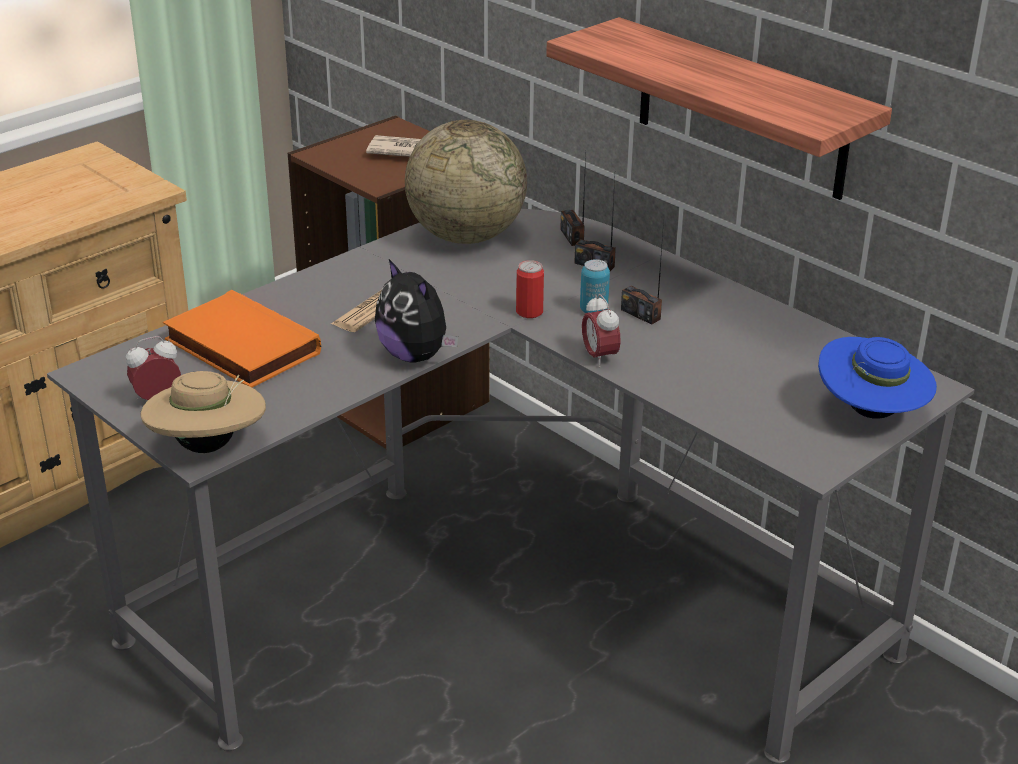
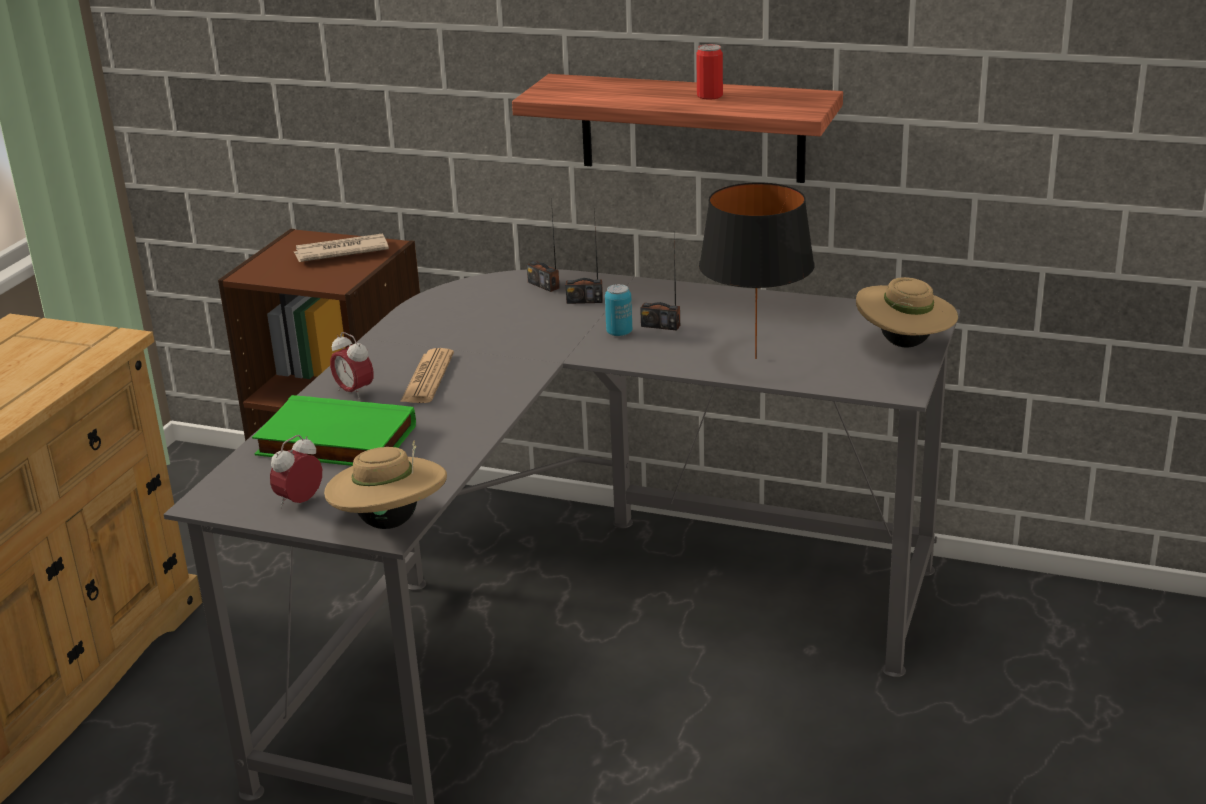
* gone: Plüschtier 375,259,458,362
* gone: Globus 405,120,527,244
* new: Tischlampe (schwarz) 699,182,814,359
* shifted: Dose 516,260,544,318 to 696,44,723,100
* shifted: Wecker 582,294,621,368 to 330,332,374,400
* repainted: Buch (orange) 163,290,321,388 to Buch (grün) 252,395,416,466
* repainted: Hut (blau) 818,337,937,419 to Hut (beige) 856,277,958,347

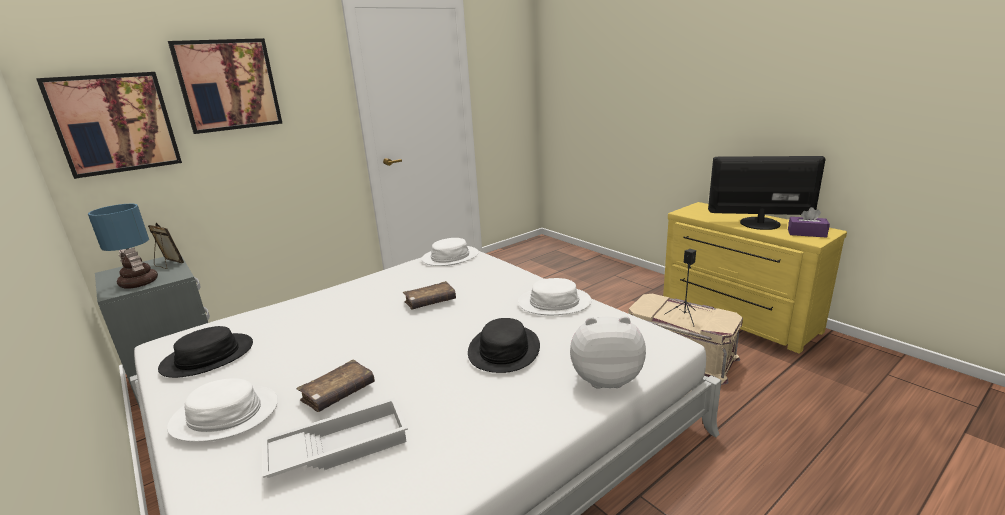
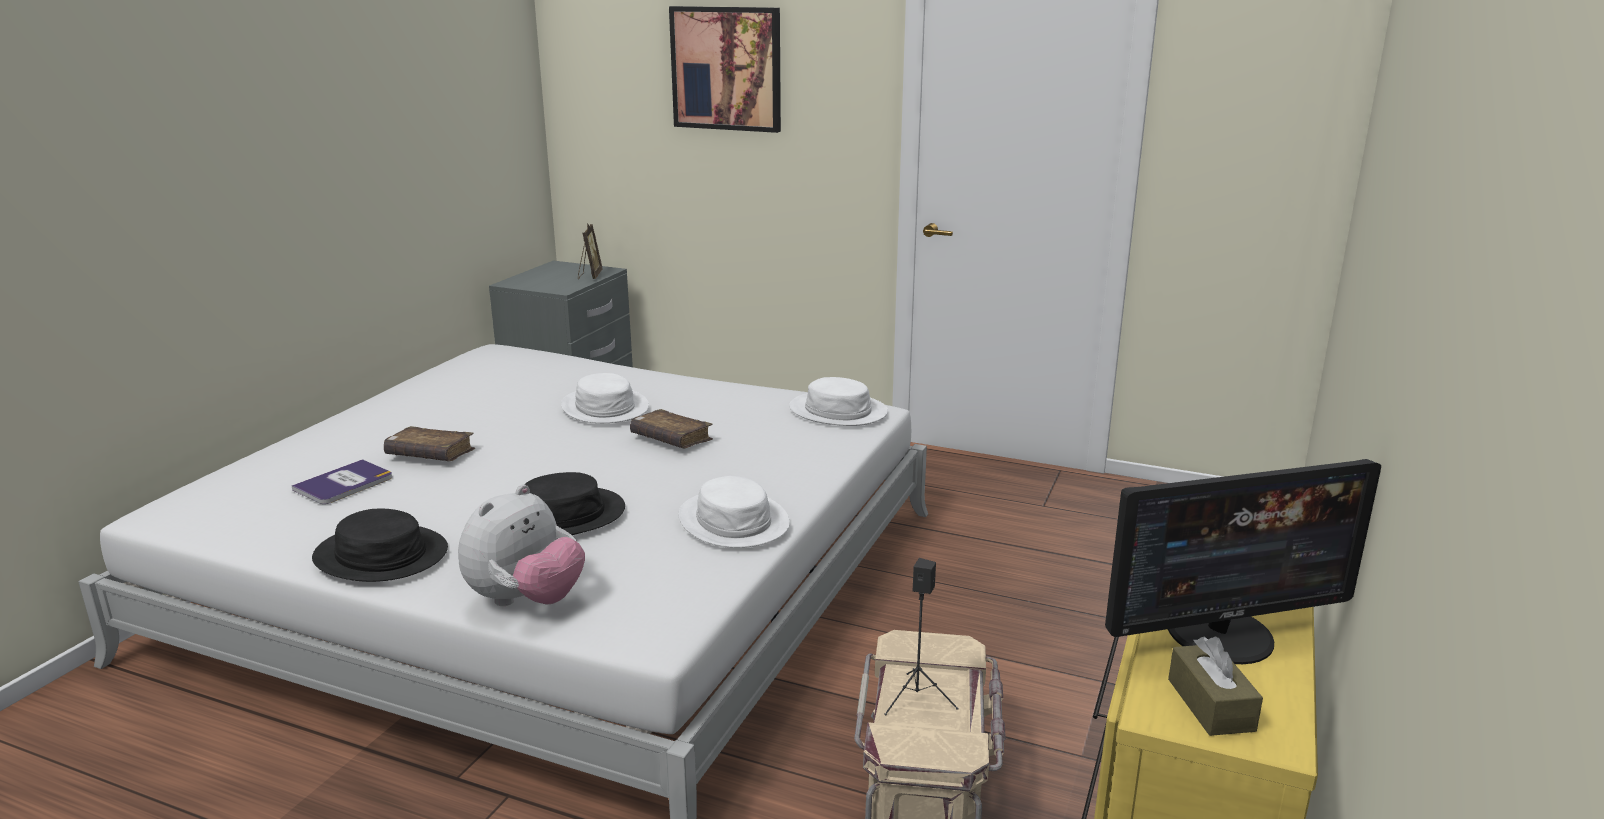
* gone: Bild 36,72,182,179
* gone: Tischlampe 88,204,158,288
* shifted: Hut (schwarz) 158,326,253,378 to 312,509,448,582
* shifted: Hut (weiß) 167,378,278,442 to 561,373,649,423
* swapped: Tablett (weiß) 262,398,408,478 to Buch 292,459,392,504
* repainted: Taschentuchbox (lila) 788,207,830,238 to Taschentuchbox (braun) 1168,636,1263,736
* rotated: Plüschtier 570,316,646,389 = 458,484,585,606 60 degrees clockwise
* rotated: Monitor 708,156,825,230 = 1105,459,1381,664 90 degrees clockwise

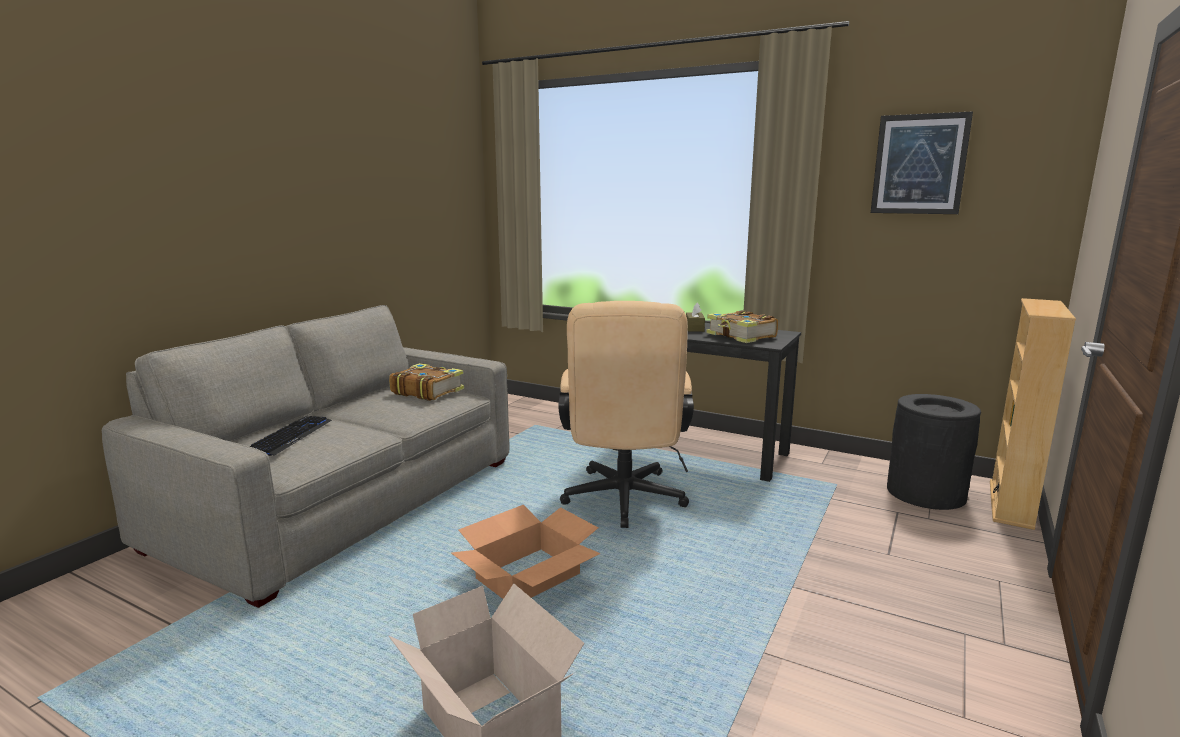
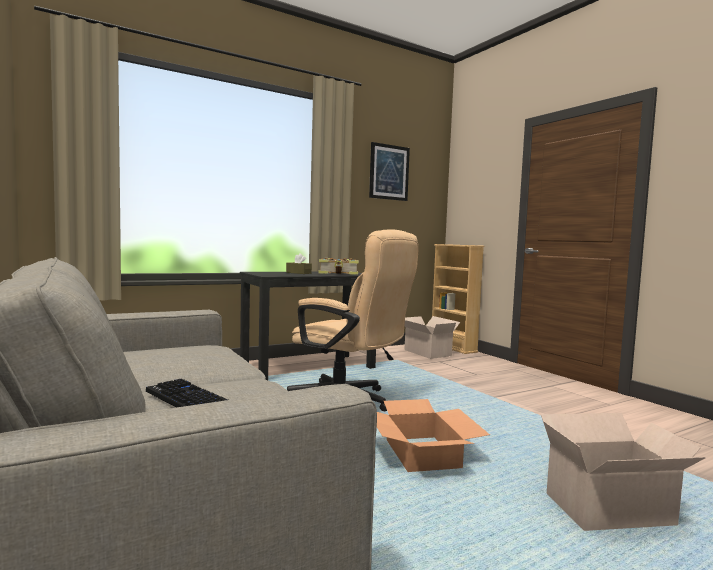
* gone: Buch 389,363,464,401
* swapped: Mülleimer (schwarz) 887,394,981,510 to Karton 405,316,460,359

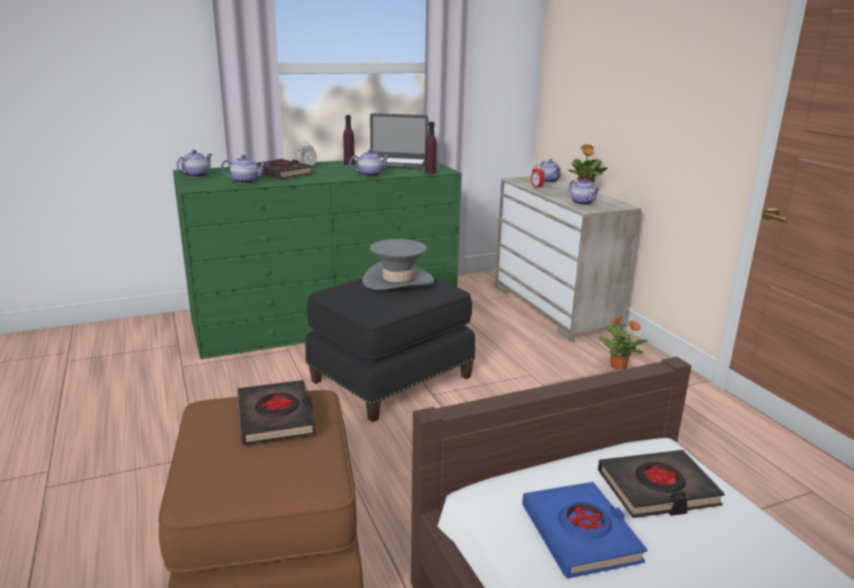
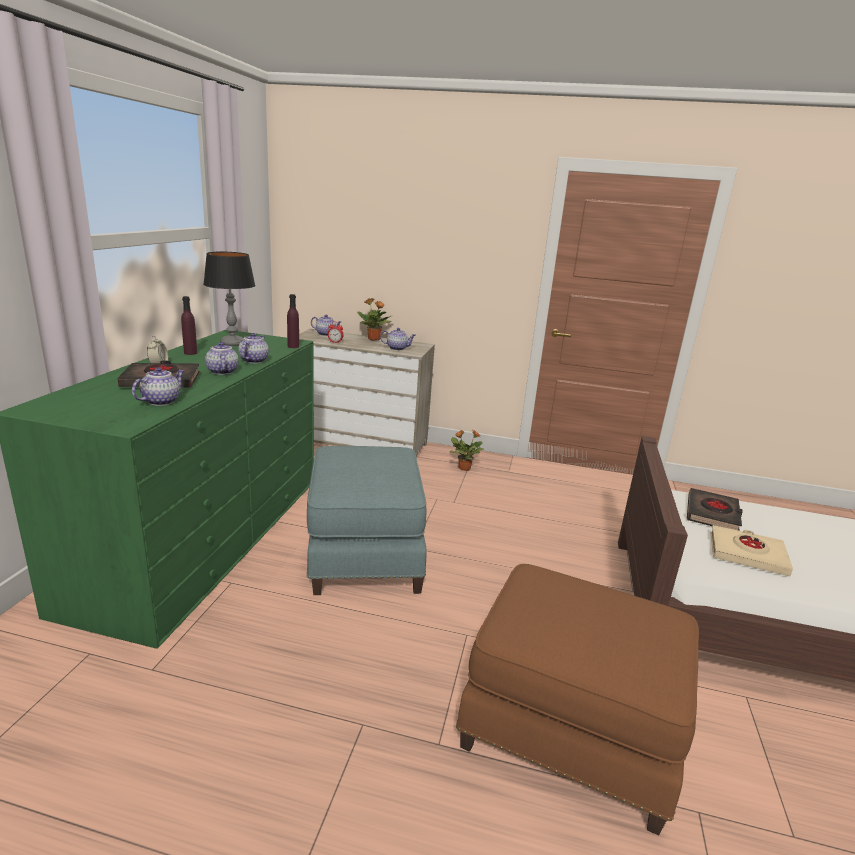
* gone: Buch (schwarz) 237,380,316,445
* gone: Hut (grau) 362,239,434,290
* shifted: Teekanne 176,150,212,178 to 205,342,239,375
* swapped: Laptop 370,113,429,169 to Tischlampe 203,252,255,346
* repainted: Polsterhocker (schwarz) 305,278,475,422 to Polsterhocker (blau) 307,446,427,595
* repainted: Buch (blau) 522,482,647,578 to Buch (beige) 710,525,793,576

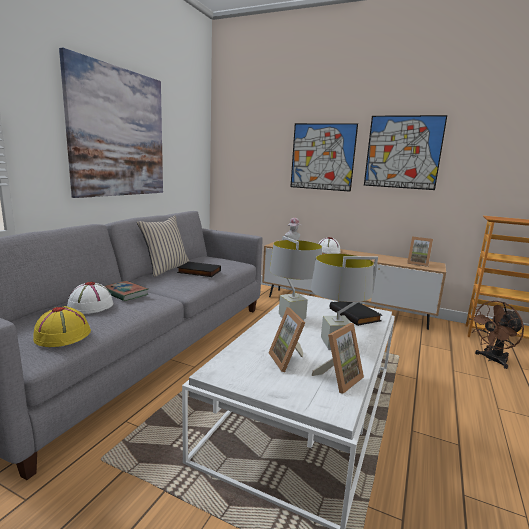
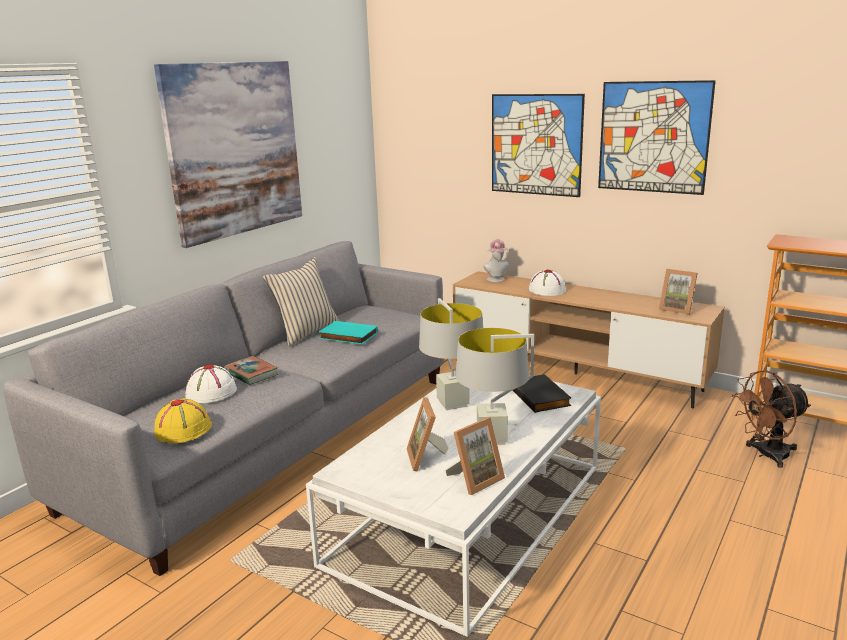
* repainted: Buch (schwarz) 177,262,221,277 to Buch (türkis) 319,321,378,345

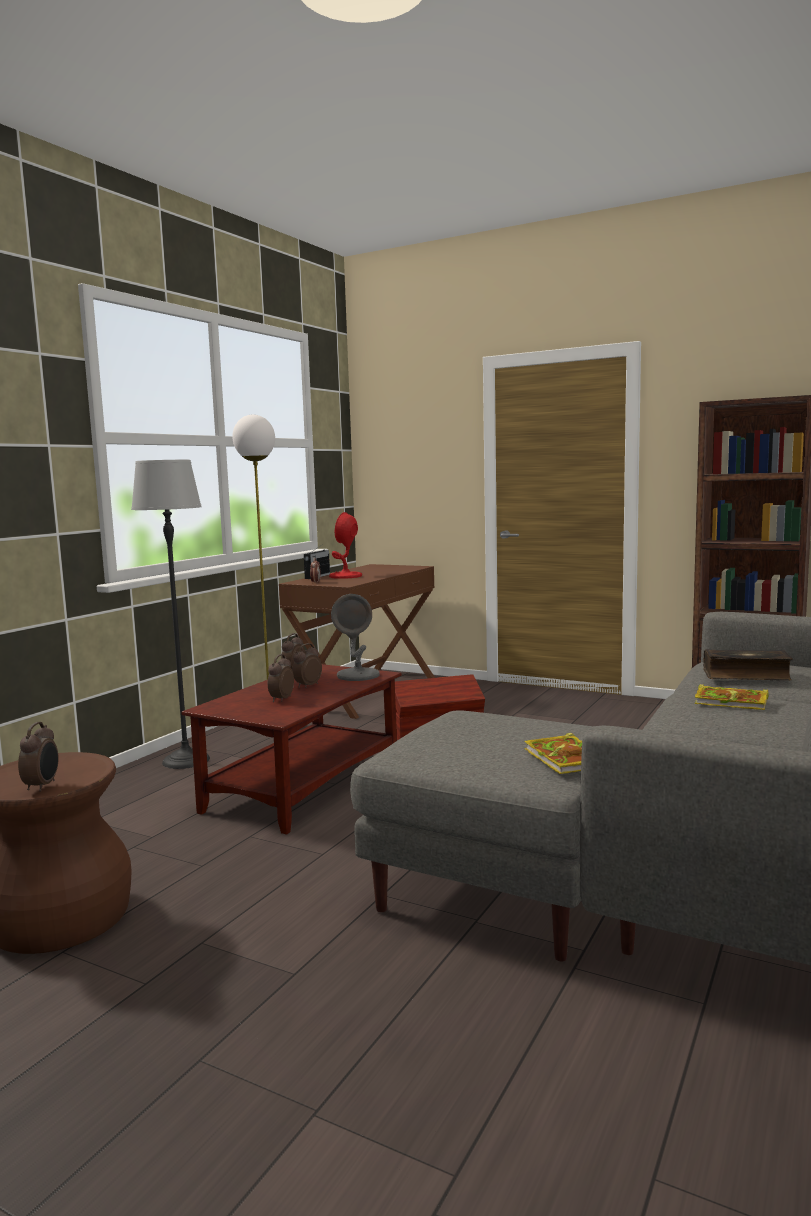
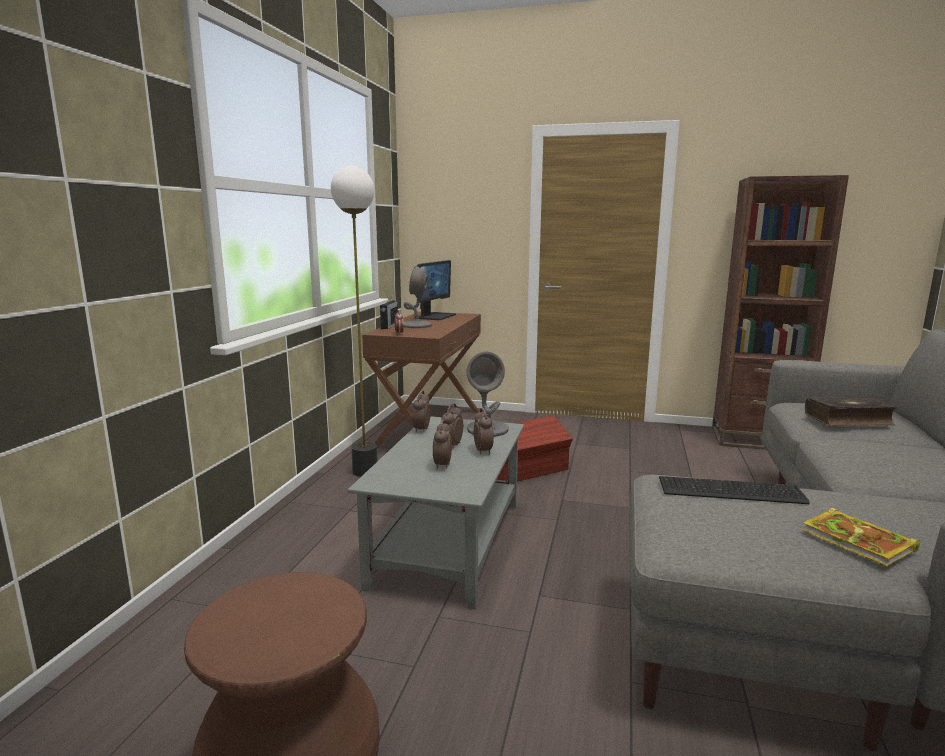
* gone: Stehlampe 131,460,210,769
* gone: Buch 694,684,769,710
* new: Monitor 417,260,456,320
* new: Tastatur 659,476,810,504
* shifted: Wecker 18,722,59,792 to 474,408,494,455
* repainted: Couchtisch (braun) 181,664,402,835 to Couchtisch (grau) 348,416,524,609
* repainted: Tischlampe (rot) 329,512,362,579 to Tischlampe (grau) 403,266,432,328

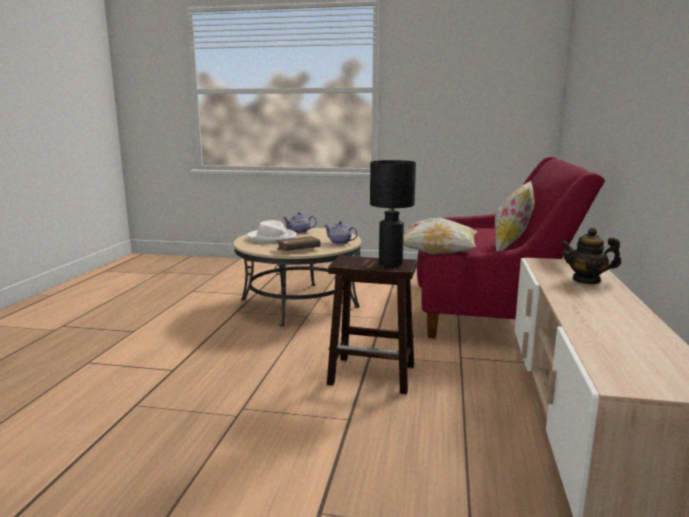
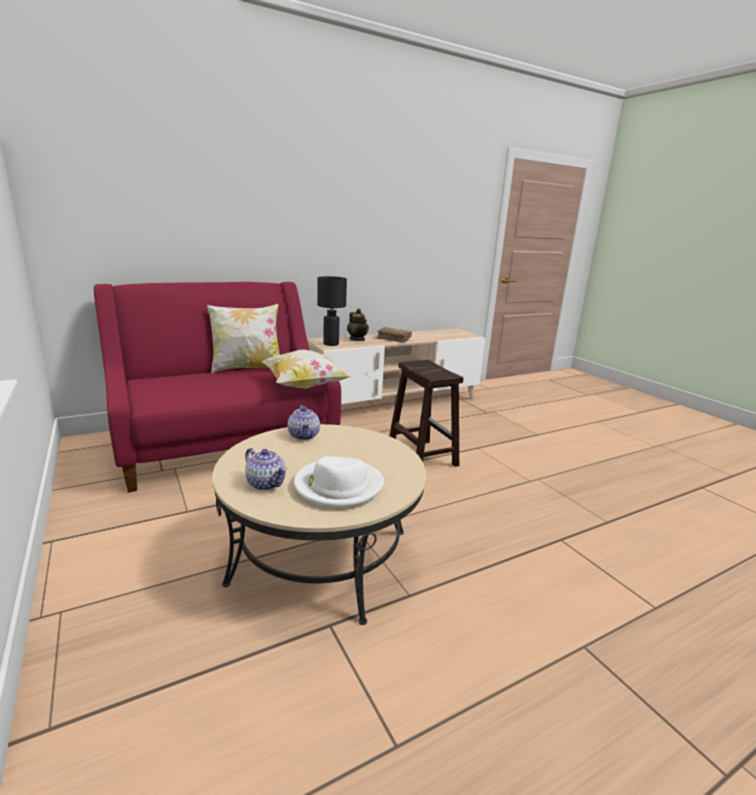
* shifted: Buch (braun) 276,236,321,251 to 377,327,412,343
* shifted: Tischlampe (schwarz) 370,160,416,267 to 317,276,347,346

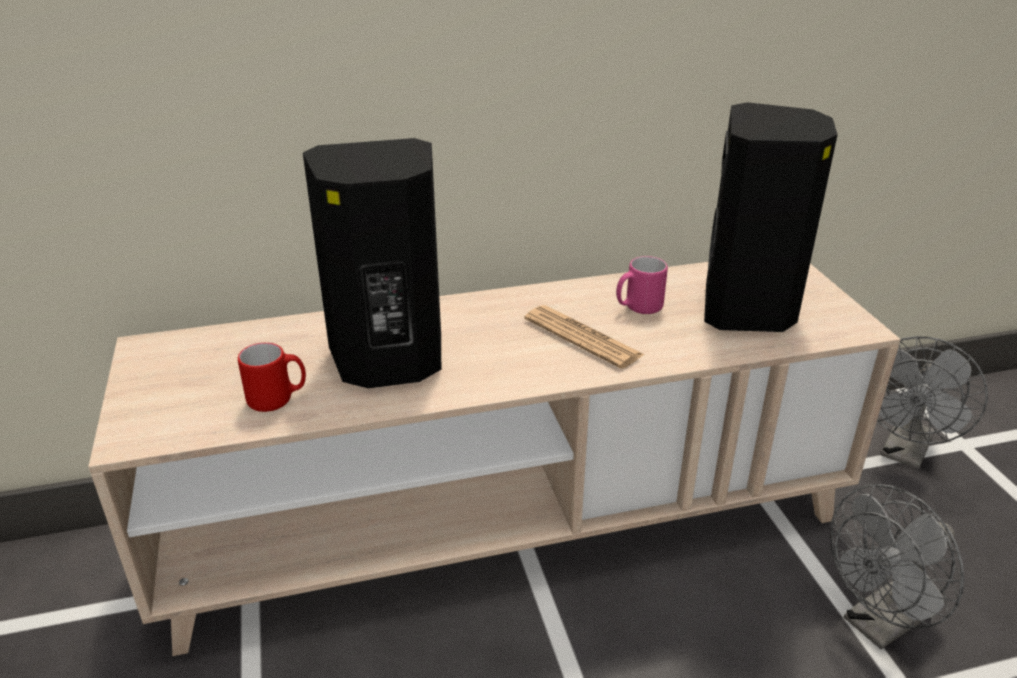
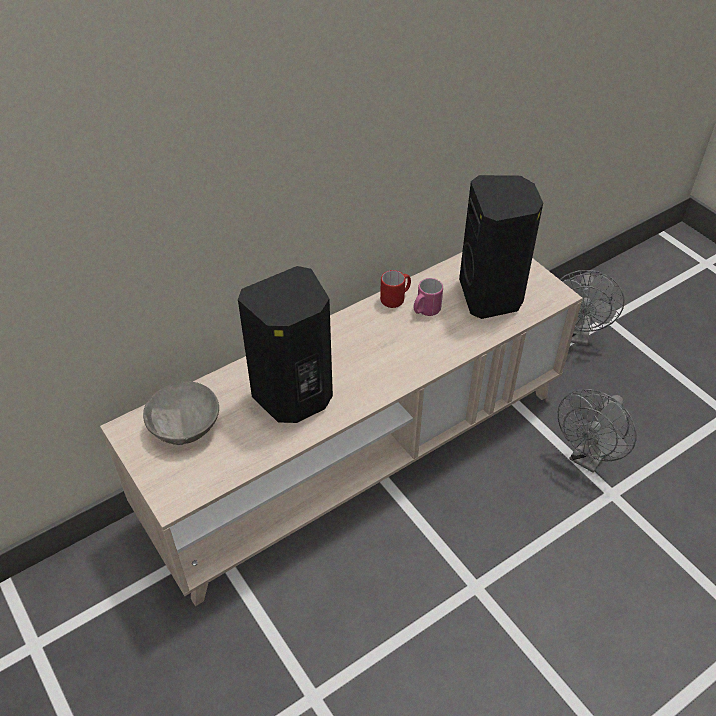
* gone: Zeitung 524,305,644,369
* new: Schüssel (grau) 143,381,219,445
* shifted: Henkelbecher (rot) 238,343,306,412 to 380,270,411,308

